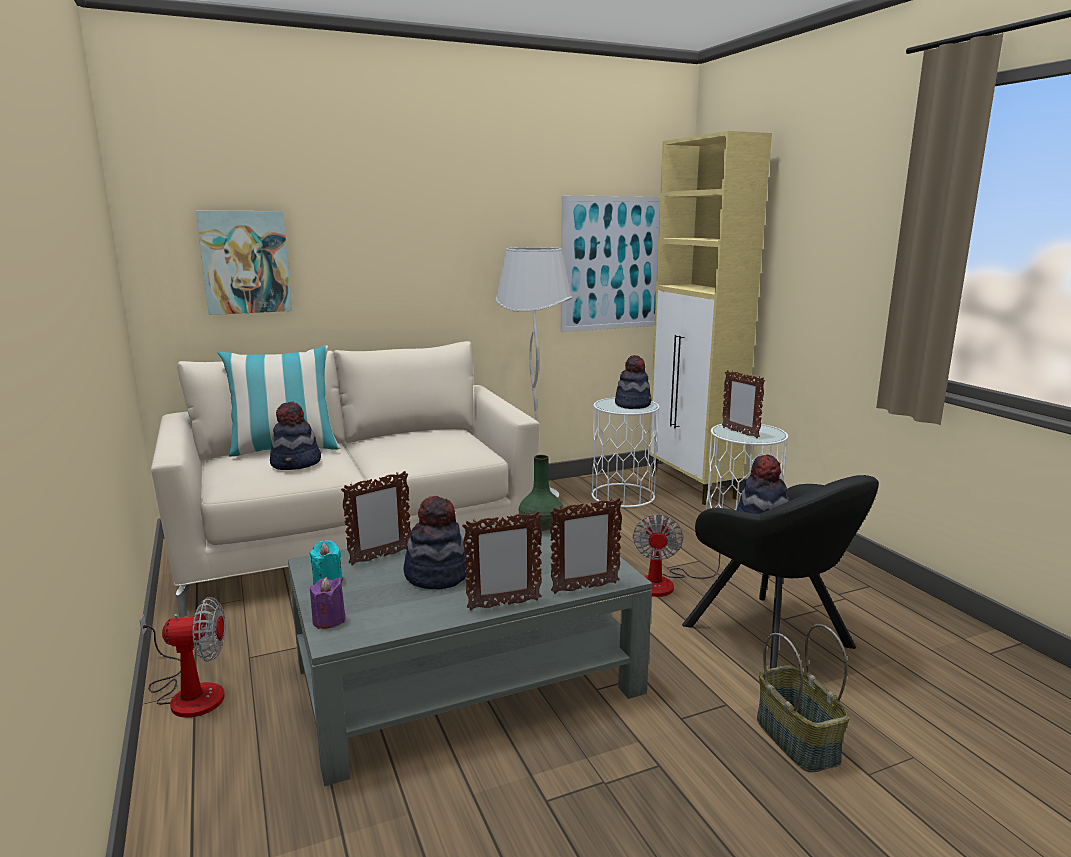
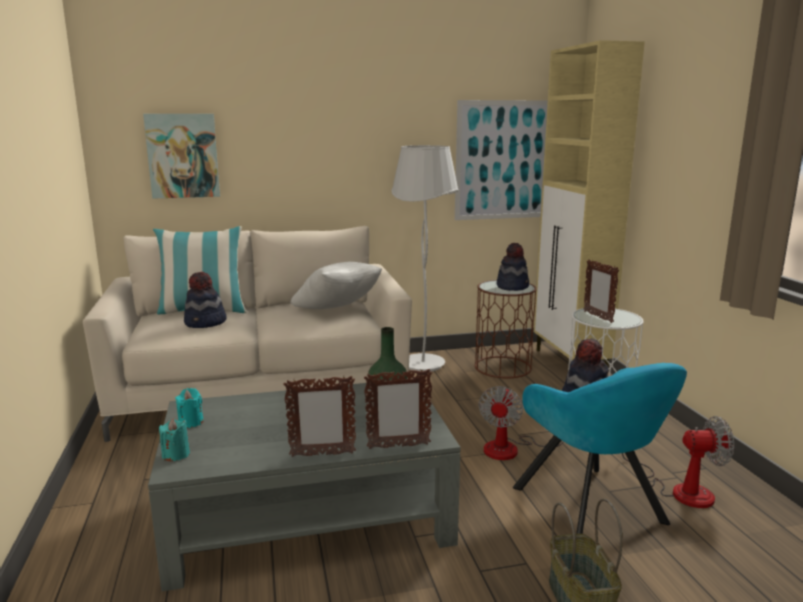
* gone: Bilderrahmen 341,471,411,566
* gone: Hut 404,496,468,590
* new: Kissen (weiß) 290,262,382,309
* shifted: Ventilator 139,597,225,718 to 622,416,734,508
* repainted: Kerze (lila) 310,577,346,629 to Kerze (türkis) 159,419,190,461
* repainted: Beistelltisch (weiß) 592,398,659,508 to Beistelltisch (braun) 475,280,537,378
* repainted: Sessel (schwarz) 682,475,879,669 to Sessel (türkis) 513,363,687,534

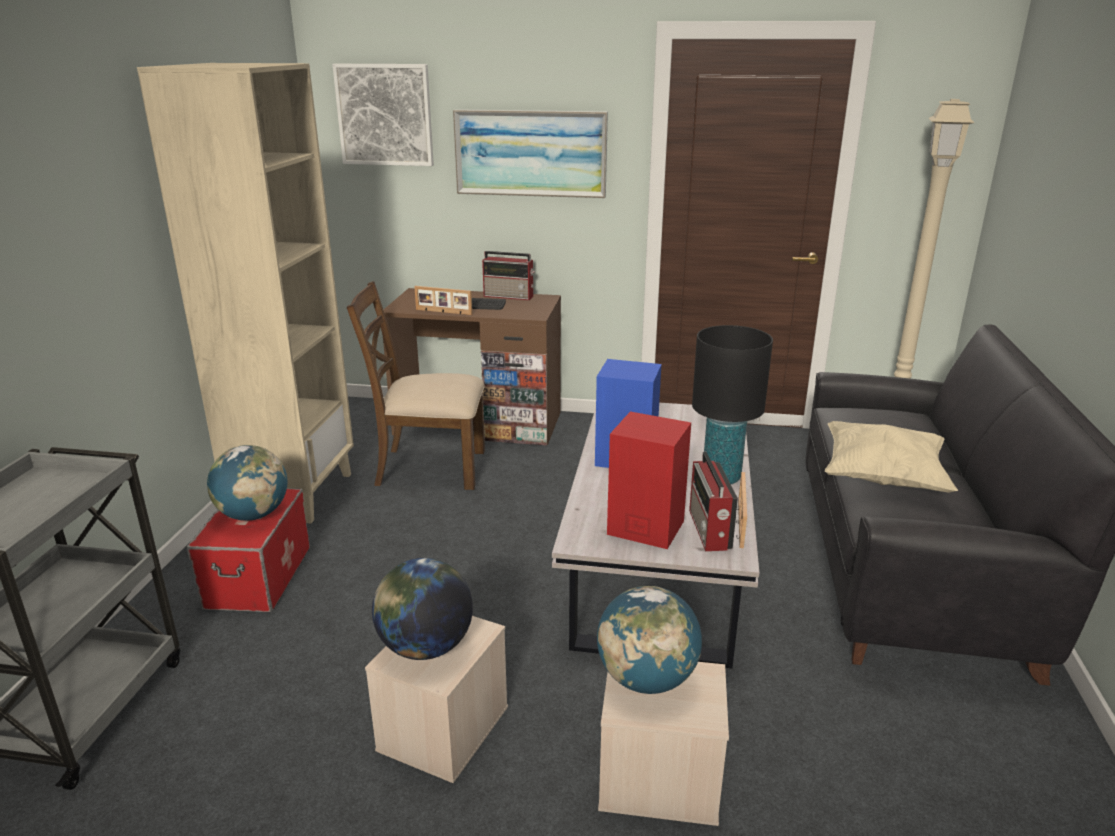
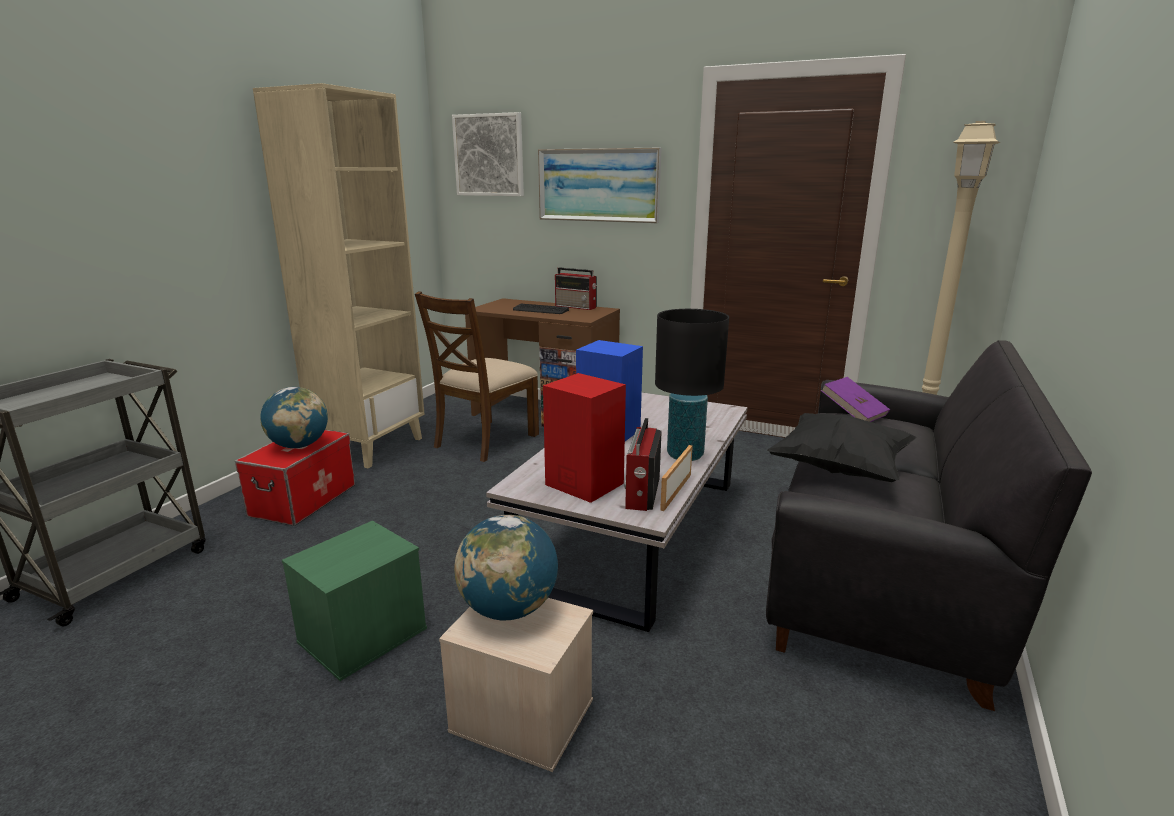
* gone: Globus 372,558,473,660
* gone: Bilderrahmen 414,286,472,315
* new: Buch (lila) 821,377,890,422
* repainted: Aufbewahrungsbox (beige) 365,616,508,783 to Aufbewahrungsbox (grün) 282,521,427,681
* repainted: Kissen (beige) 825,421,958,492 to Kissen (schwarz) 767,413,917,482
* rotated: Stuhl (braun) 347,281,485,490 = 415,291,539,462 75 degrees counterclockwise

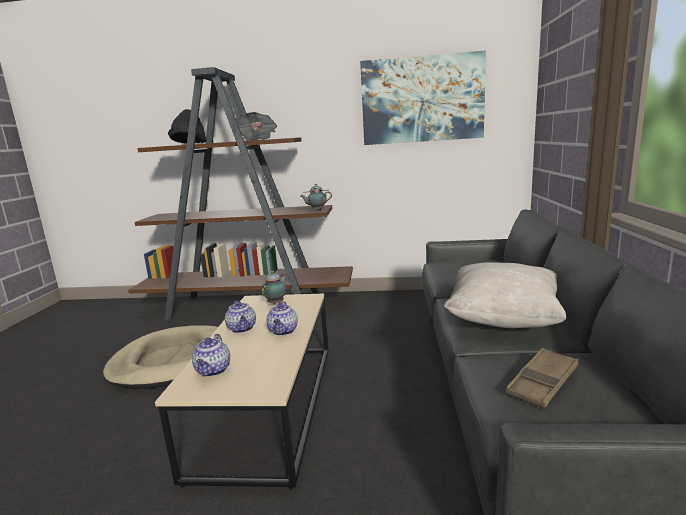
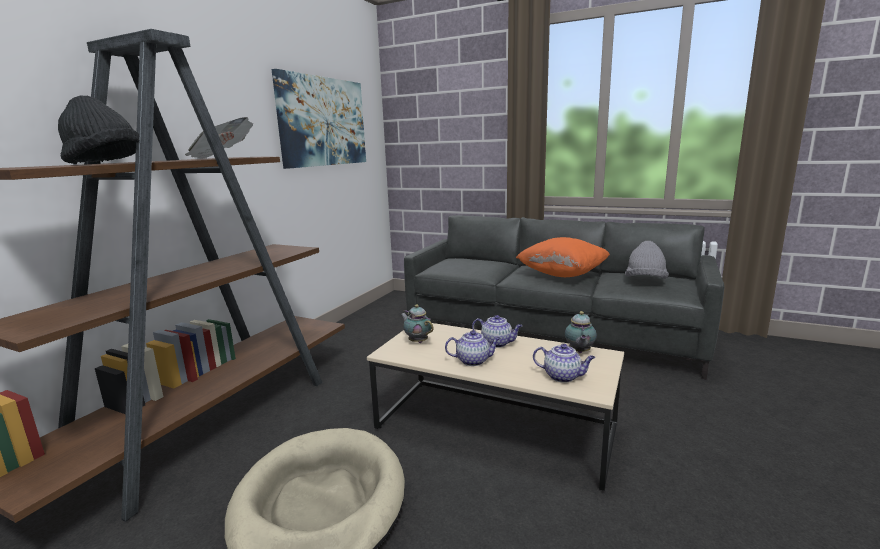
* shifted: Teekanne 301,184,332,211 to 565,311,597,353
* swapped: Tablett (braun) 505,348,579,408 to Hut (grau) 625,241,669,279
* repainted: Kissen (beige) 444,262,567,328 to Kissen (orange) 516,237,610,277

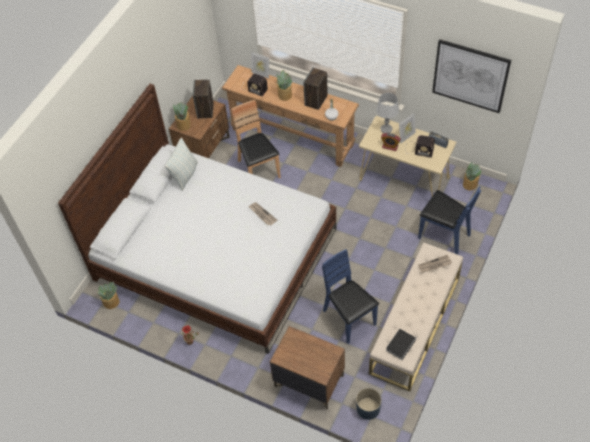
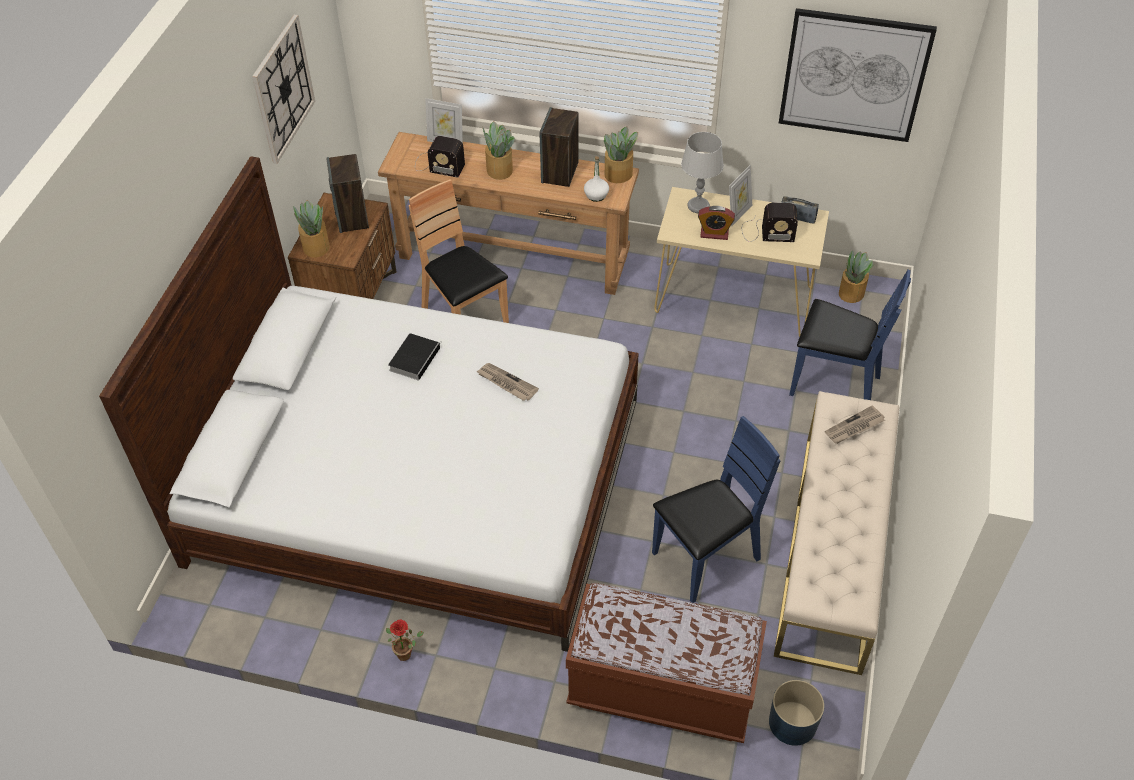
* gone: Kissen 165,138,198,191
* new: Wanduhr 252,15,315,164
* shifted: Topfpflanze 97,282,120,309 to 604,127,638,183
* shifted: Buch 386,329,417,360 to 388,333,441,381
* swapped: Nachttisch (braun) 270,326,345,409 to Bank (braun) 566,583,767,743
* rotated: Stuhl (blau) 322,249,379,344 = 652,416,780,603 105 degrees clockwise

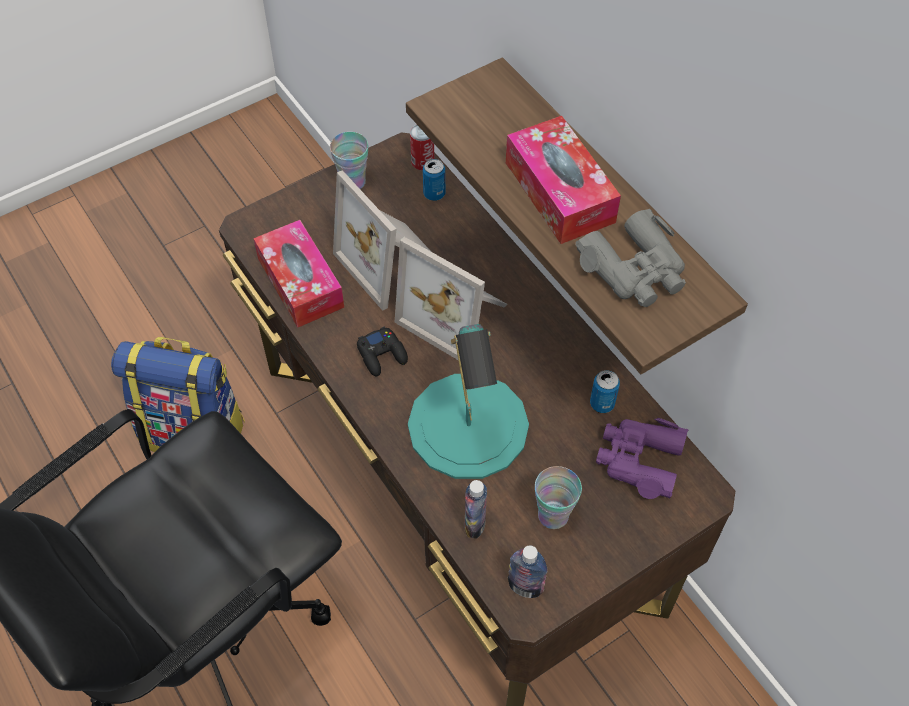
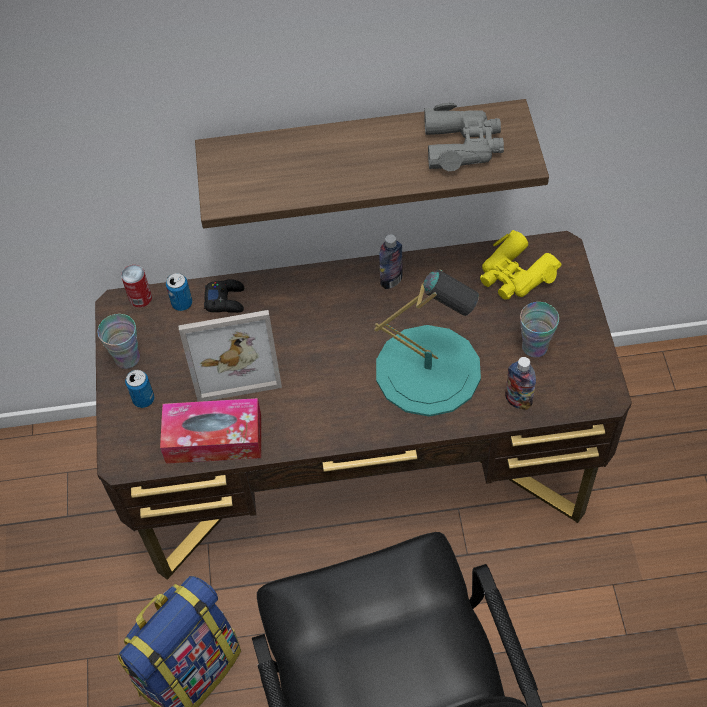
* gone: Bilderrahmen 395,237,507,360
* gone: Taschentuchbox 506,116,621,244
* shifted: Gamepad (schwarz) 357,326,408,377 to 204,279,244,313
* shifted: Flasche 508,545,548,598 to 379,234,403,289
* shifted: Dose 590,370,620,413 to 125,370,154,408
* repainted: Fernglas (lila) 596,418,689,499 to Fernglas (gelb) 480,230,562,300

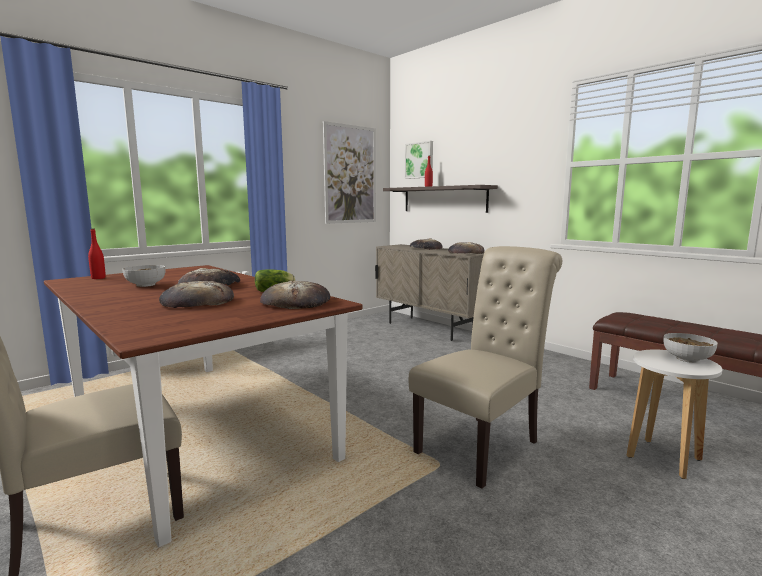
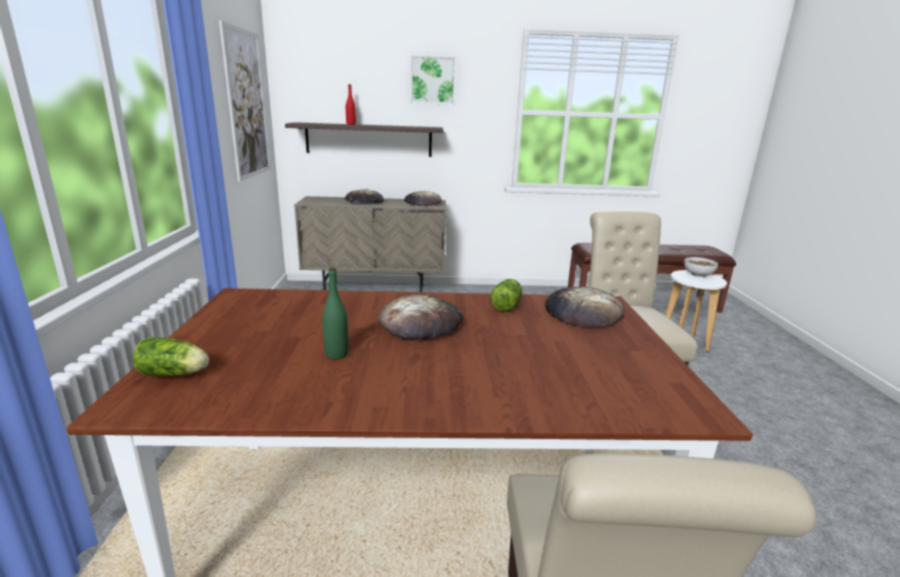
* gone: Brot 159,281,234,308
* shifted: Bild 405,141,433,179 to 411,55,456,105
* swapped: Flasche (rot) 88,228,106,279 to Salatkopf 133,337,209,376
* swapped: Schüssel 122,265,166,287 to Flasche (grün) 322,267,348,359

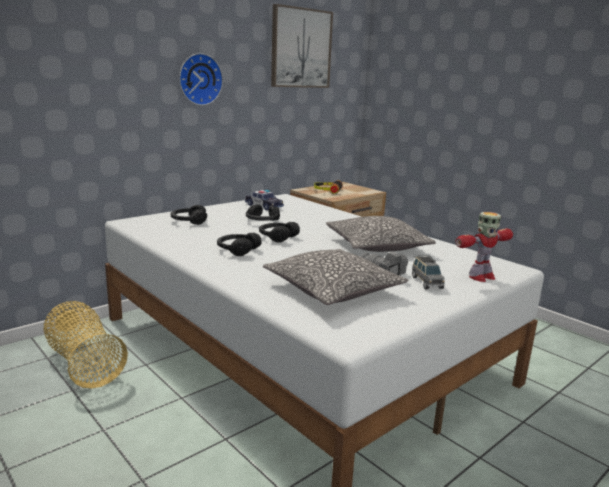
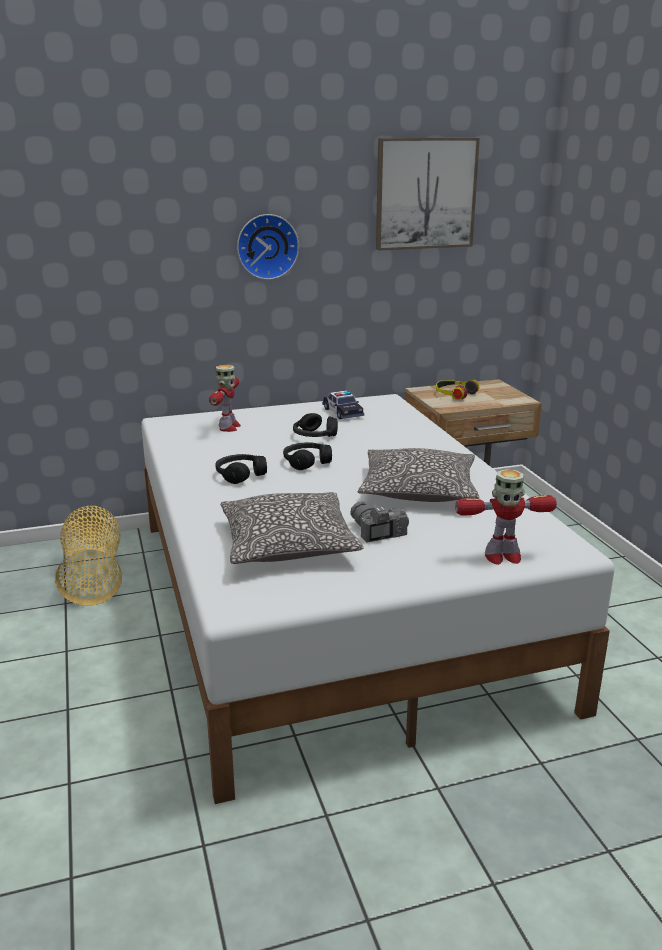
* gone: Spielzeugauto (grau) 412,255,445,289
* swapped: Kopfhörer (schwarz) 171,205,207,225 to Spielzeugroboter 209,365,241,432

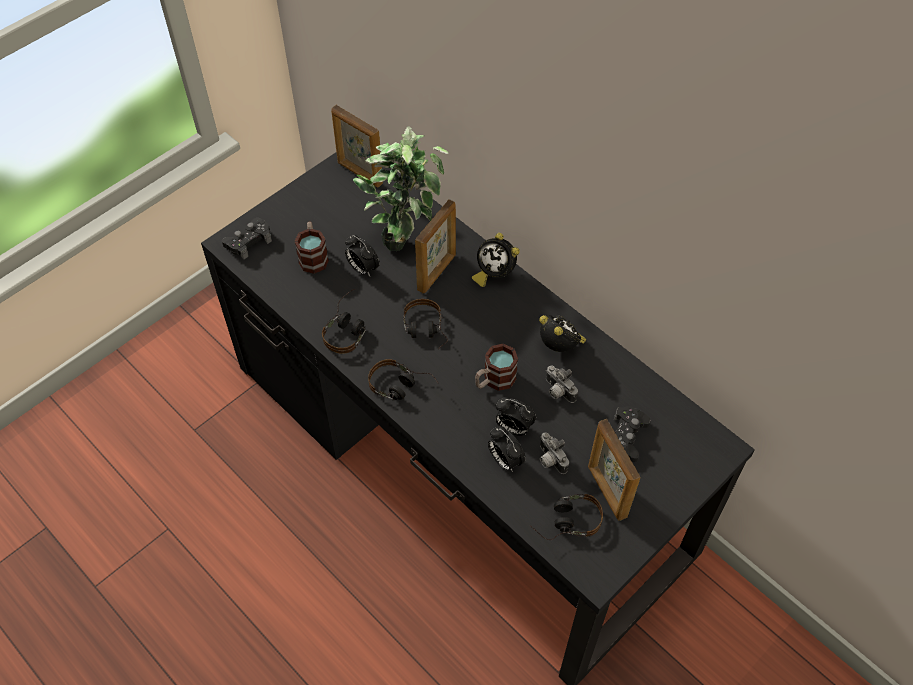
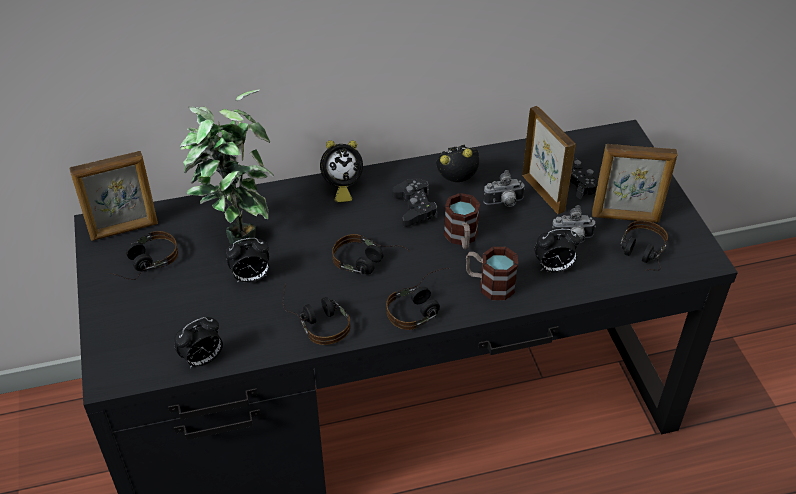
* new: Kopfhörer 109,231,178,280
* shifted: Gamepad (schwarz) 222,218,272,260 to 393,178,437,227
* shifted: Henkelbecher 294,222,329,274 to 466,247,518,300
* shifted: Bilderrahmen 415,199,456,293 to 522,106,576,214
* shifted: Wecker 496,397,536,436 to 174,317,223,368

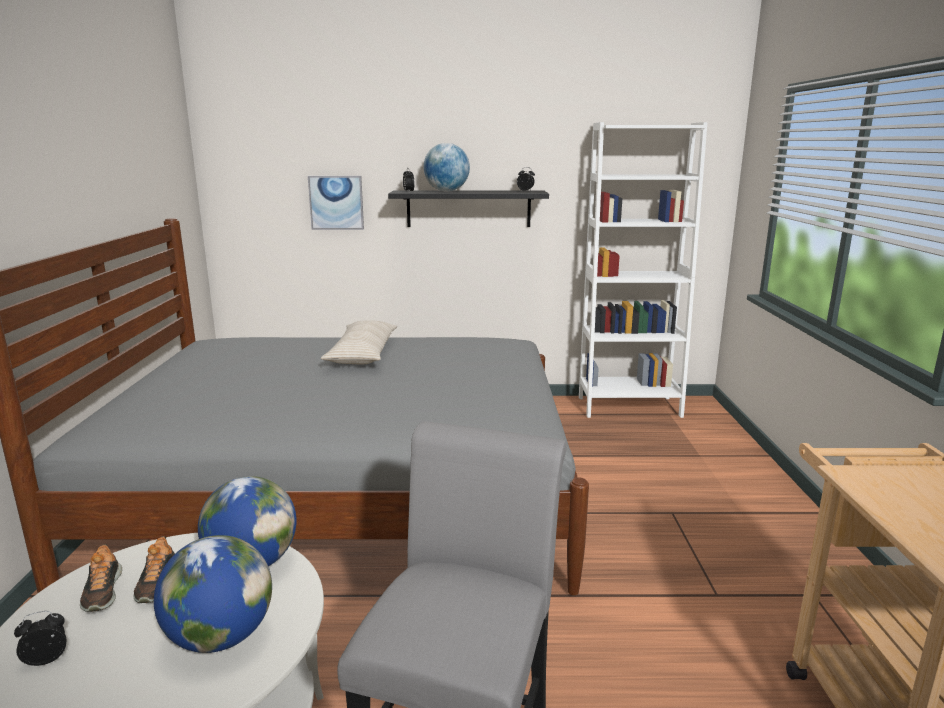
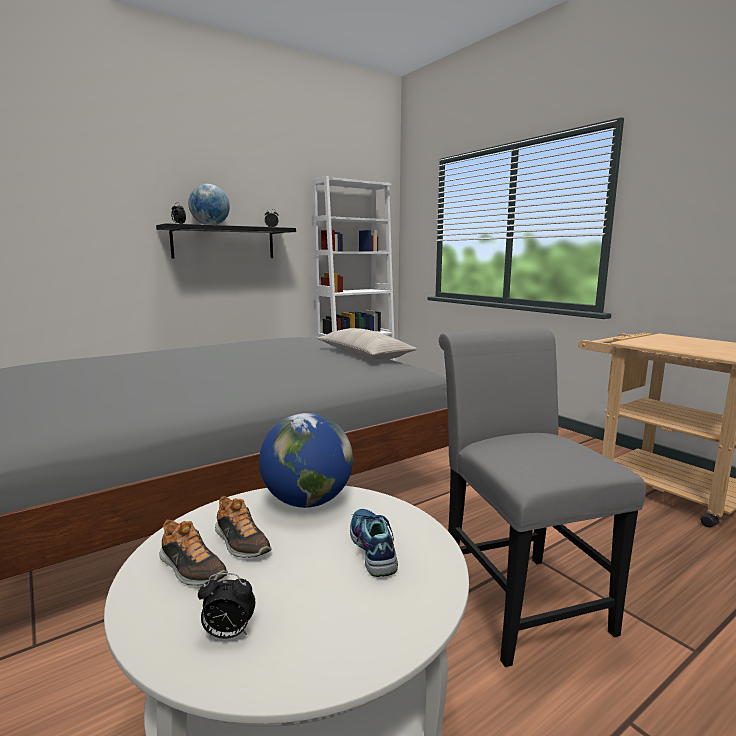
* gone: Bild 308,176,364,230
* shifted: Kissen (beige) 321,320,397,365 to 317,328,417,360
* swapped: Globus 154,535,272,653 to Schuh 350,509,398,577
* rotated: Wecker 14,611,66,666 = 198,573,255,639 120 degrees counterclockwise

